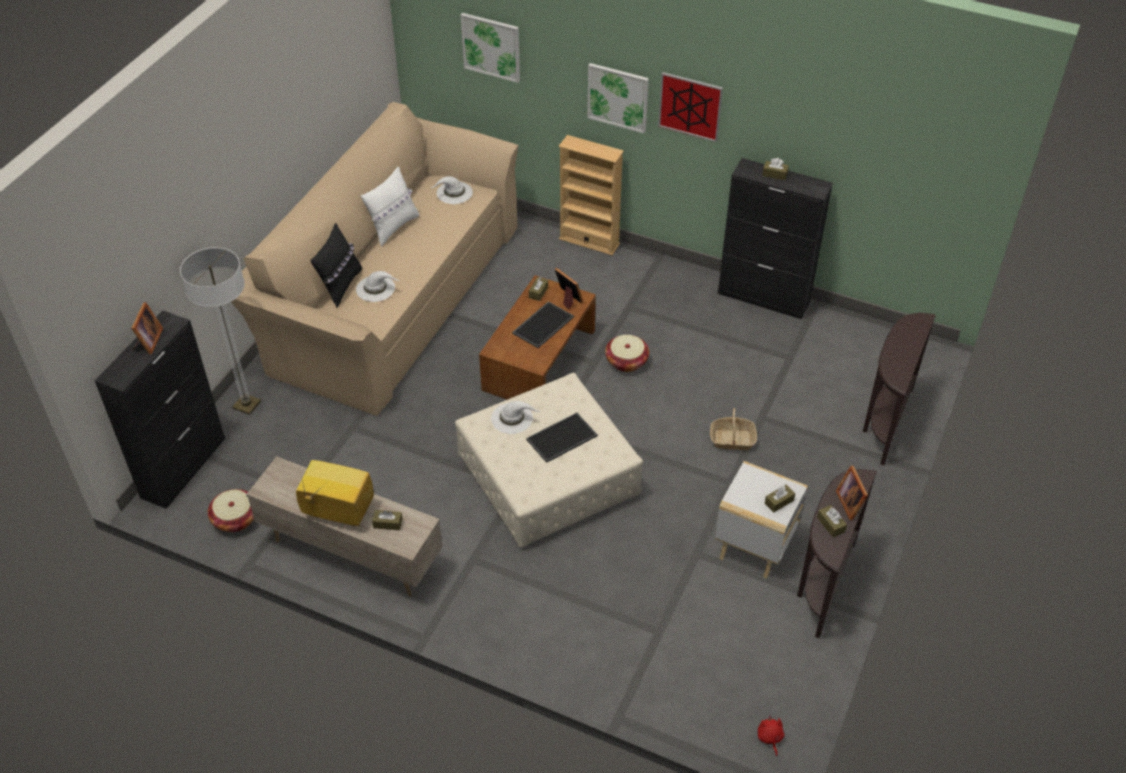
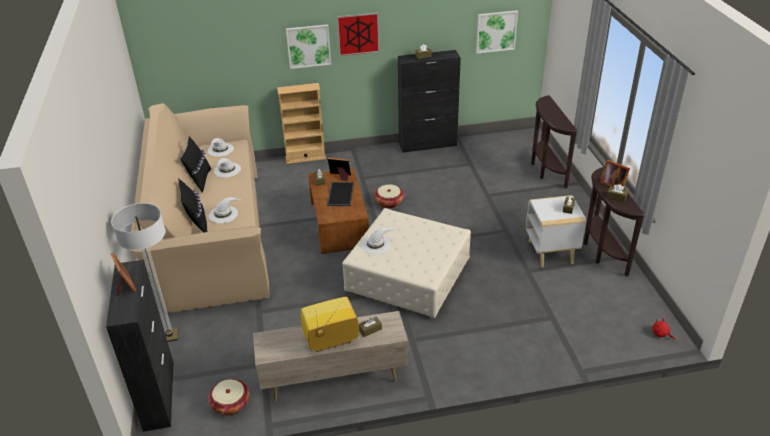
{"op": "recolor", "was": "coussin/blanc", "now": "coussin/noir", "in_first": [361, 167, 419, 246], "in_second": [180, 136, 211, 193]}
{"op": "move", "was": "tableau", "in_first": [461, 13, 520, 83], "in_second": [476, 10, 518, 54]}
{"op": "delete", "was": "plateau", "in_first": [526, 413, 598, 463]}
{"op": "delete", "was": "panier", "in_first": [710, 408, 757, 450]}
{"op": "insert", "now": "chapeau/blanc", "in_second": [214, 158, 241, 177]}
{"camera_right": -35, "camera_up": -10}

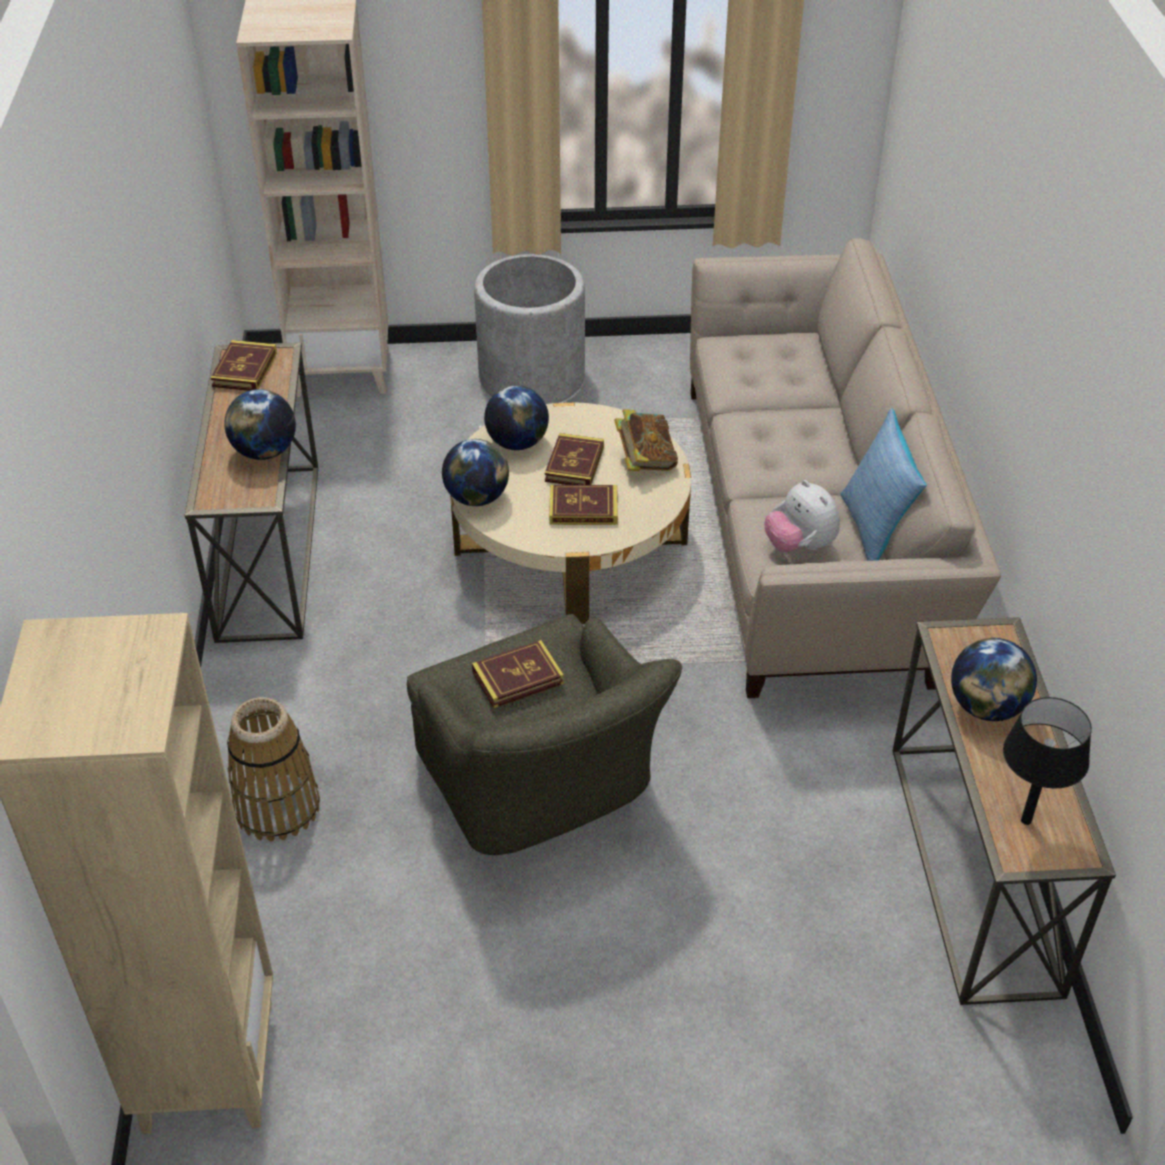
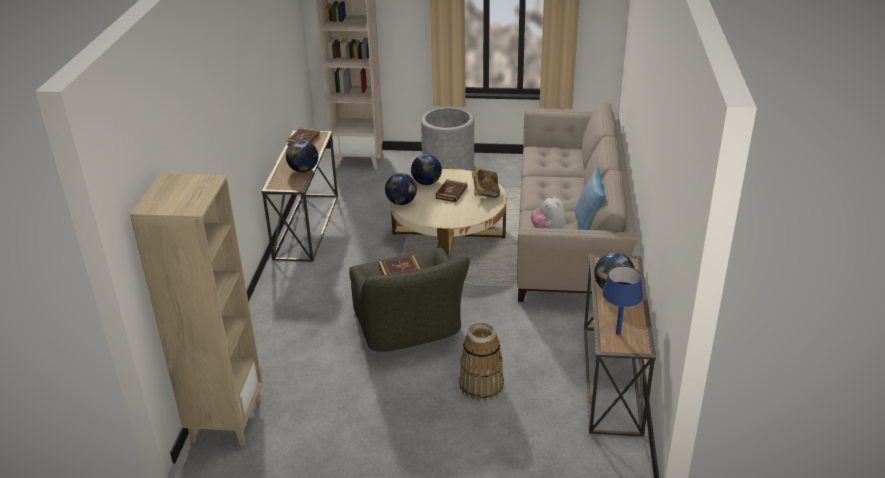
{"op": "move", "was": "panier", "in_first": [227, 697, 320, 841], "in_second": [459, 323, 504, 401]}
{"op": "delete", "was": "livre", "in_first": [549, 485, 618, 525]}
{"op": "recolor", "was": "lampe de table/noir", "now": "lampe de table/bleu", "in_first": [1003, 697, 1092, 825], "in_second": [602, 266, 643, 335]}
{"camera_right": 10, "camera_up": -10}

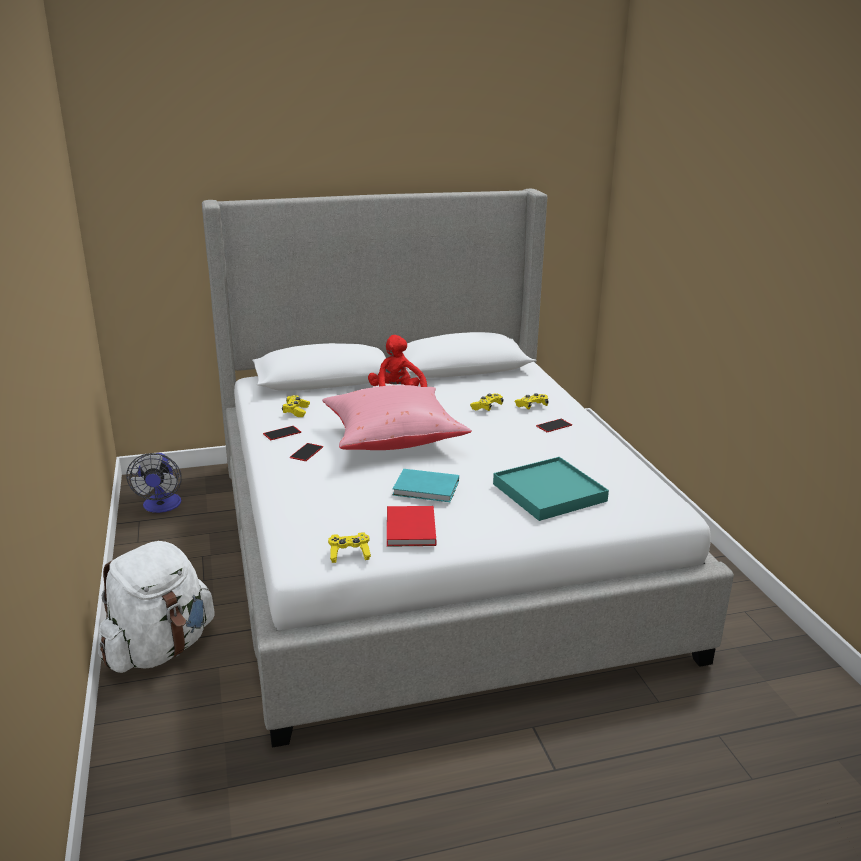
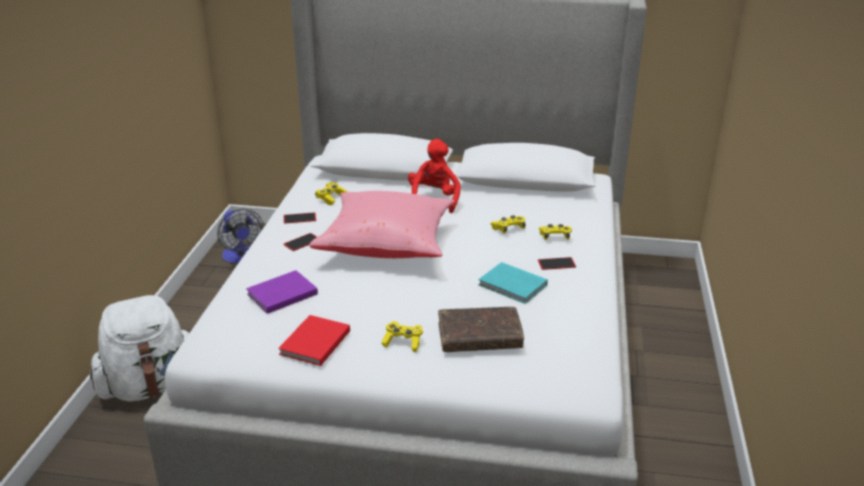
{"op": "rotate", "was": "ventilateur", "in_first": [126, 453, 182, 513], "in_second": [217, 209, 264, 263], "clockwise": -45}
{"op": "move", "was": "manette/jaune", "in_first": [328, 532, 371, 563], "in_second": [381, 321, 423, 352]}
{"op": "move", "was": "livre/turquoise", "in_first": [393, 469, 459, 502], "in_second": [478, 262, 548, 304]}
{"op": "replace", "was": "plateau/turquoise", "now": "livre/marron", "in_first": [493, 457, 609, 521], "in_second": [438, 307, 524, 352]}
{"op": "insert", "now": "livre/violet", "in_second": [246, 270, 318, 314]}
{"camera_right": 25, "camera_up": 5}

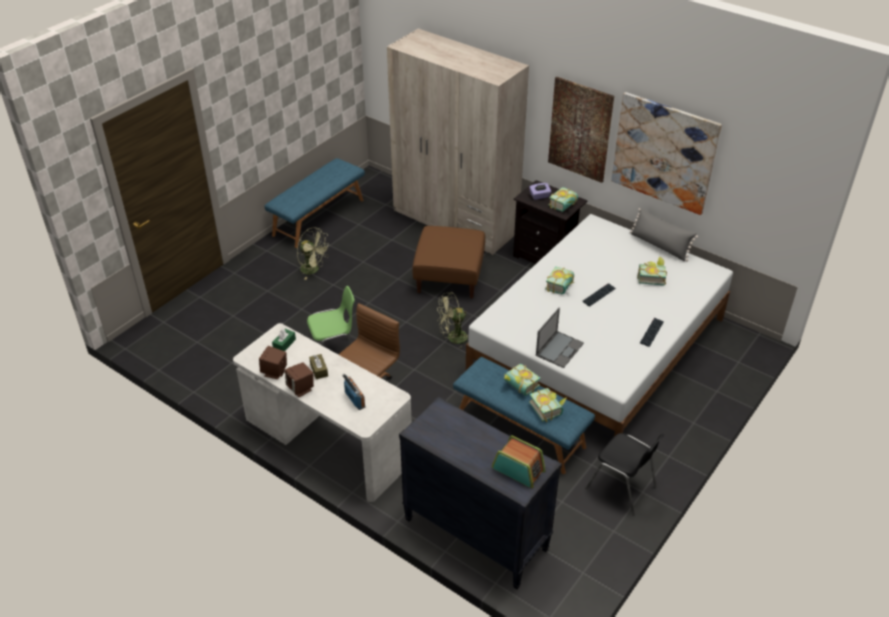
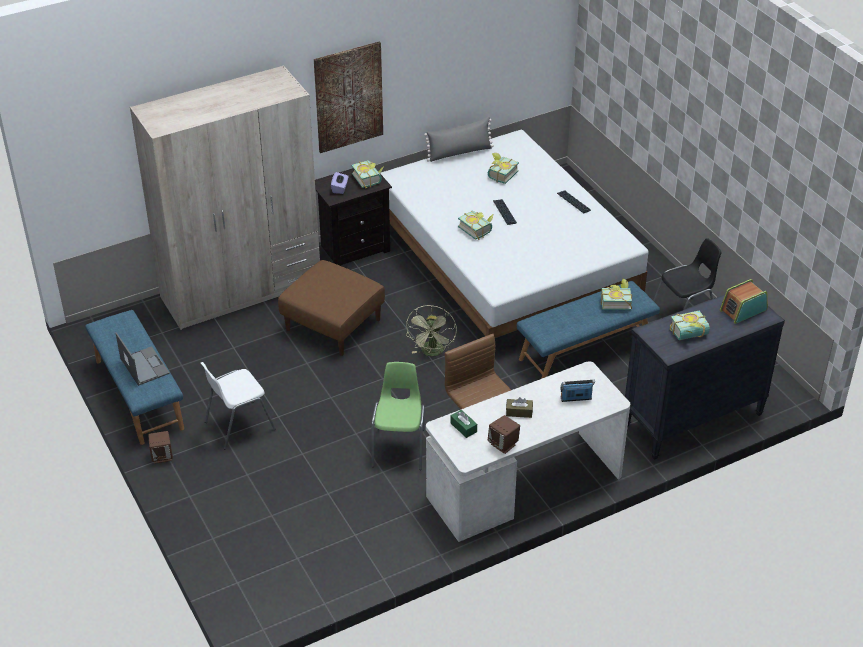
{"op": "move", "was": "enceinte/marron", "in_first": [285, 362, 314, 397], "in_second": [148, 431, 173, 464]}
{"op": "replace", "was": "ventilateur/vert", "now": "chaise/blanc", "in_first": [297, 227, 330, 280], "in_second": [201, 362, 276, 450]}
{"op": "move", "was": "livre", "in_first": [504, 363, 541, 396], "in_second": [670, 310, 710, 340]}
{"op": "move", "was": "ordinateur portable", "in_first": [536, 308, 584, 368], "in_second": [116, 332, 170, 386]}
{"op": "delete", "was": "tableau", "in_first": [611, 92, 722, 215]}
{"camera_right": -65, "camera_up": 0}

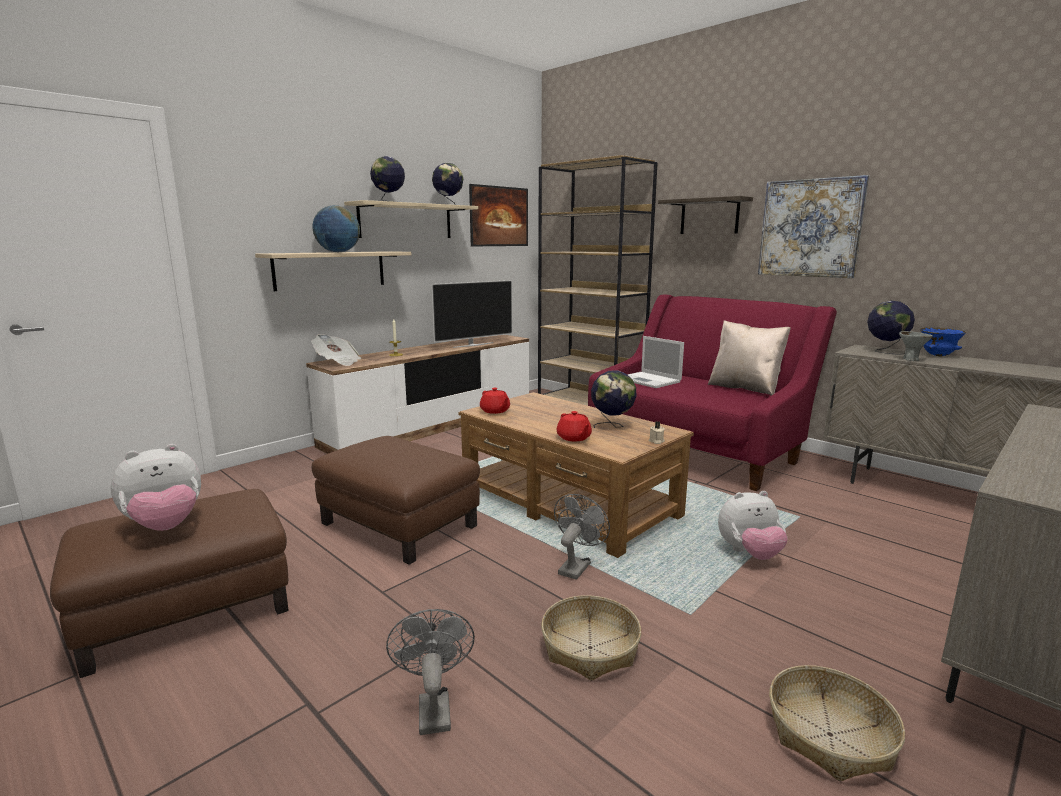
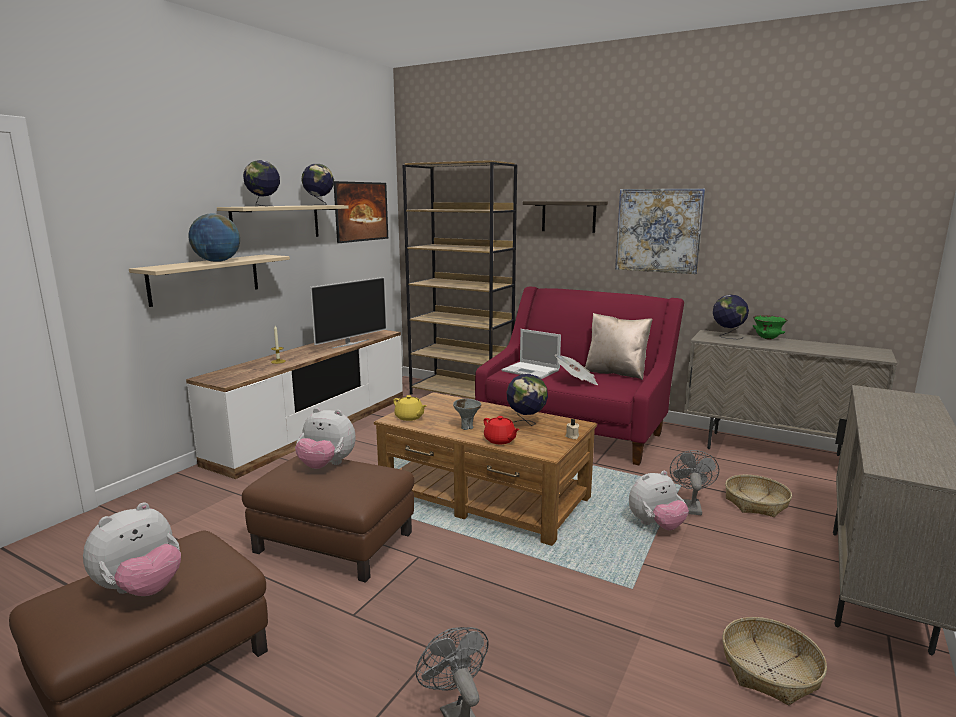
{"op": "move", "was": "journal", "in_first": [311, 334, 361, 366], "in_second": [555, 354, 598, 385]}
{"op": "recolor", "was": "théière/rouge", "now": "théière/jaune", "in_first": [480, 388, 510, 414], "in_second": [393, 395, 427, 421]}
{"op": "move", "was": "panier", "in_first": [541, 595, 641, 681], "in_second": [725, 475, 792, 517]}
{"op": "move", "was": "ventilateur/gris", "in_first": [554, 494, 610, 580], "in_second": [670, 450, 719, 515]}
{"op": "move", "was": "bol/gris", "in_first": [899, 331, 933, 361], "in_second": [453, 399, 481, 430]}
{"op": "recolor", "was": "bol/bleu", "now": "bol/vert", "in_first": [920, 327, 966, 356], "in_second": [753, 315, 787, 340]}
{"op": "insert", "now": "peluche", "in_second": [295, 408, 356, 469]}
{"camera_right": -15, "camera_up": 0}

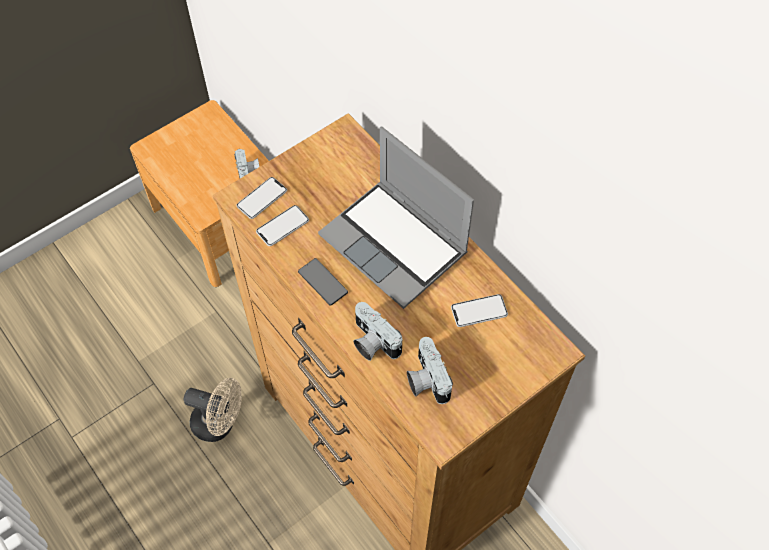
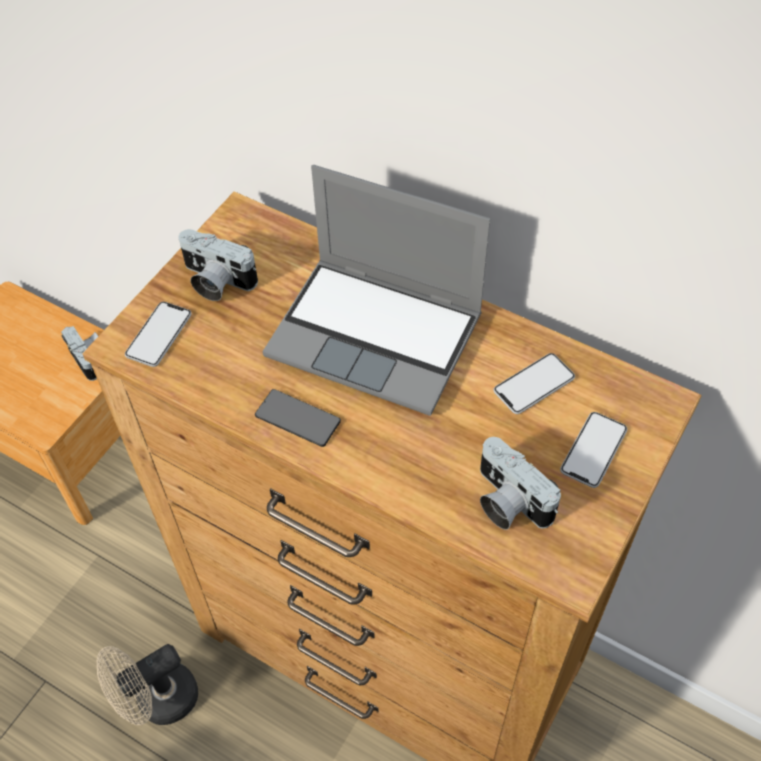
{"op": "rotate", "was": "ventilateur/beige", "in_first": [184, 378, 242, 442], "in_second": [97, 644, 198, 725], "clockwise": 150}
{"op": "move", "was": "téléphone", "in_first": [256, 205, 309, 246], "in_second": [560, 412, 627, 488]}
{"op": "move", "was": "appareil photo", "in_first": [354, 302, 402, 361], "in_second": [178, 229, 258, 301]}
{"camera_right": -20, "camera_up": -5}

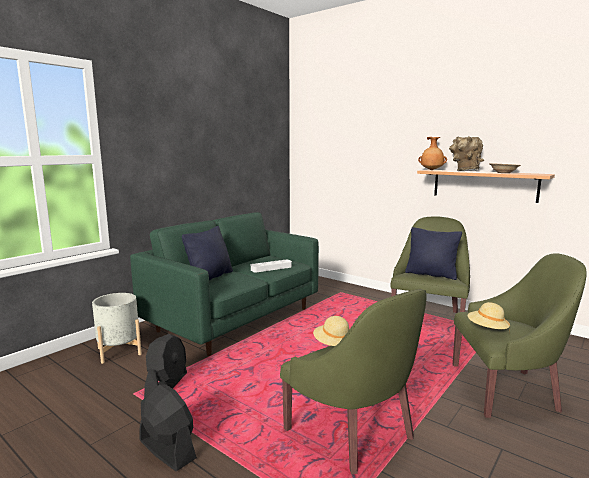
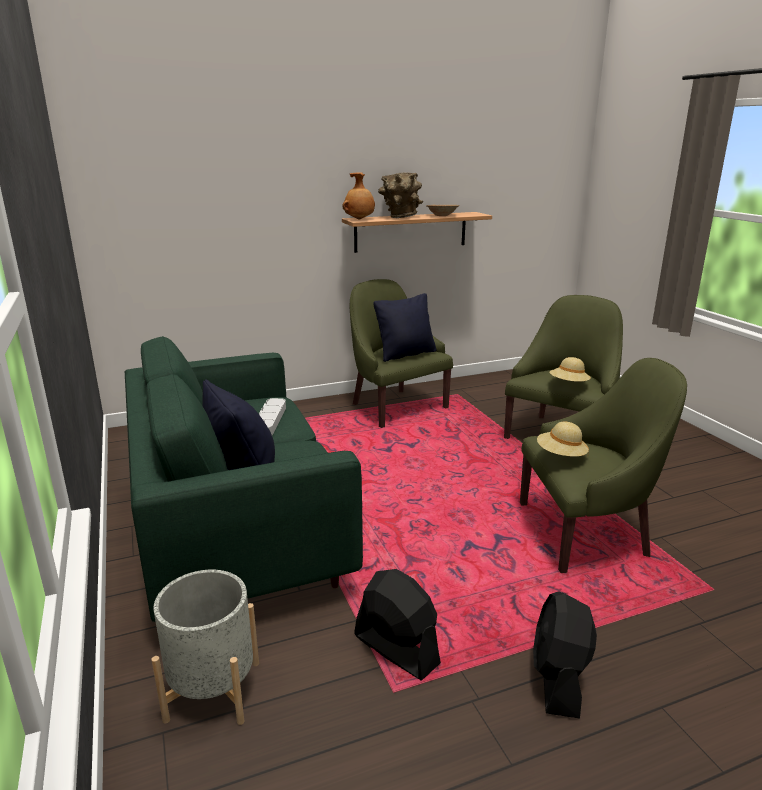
{"op": "rotate", "was": "ventilateur/noir", "in_first": [139, 384, 197, 471], "in_second": [533, 591, 597, 719], "clockwise": -60}
{"camera_right": -60, "camera_up": 10}

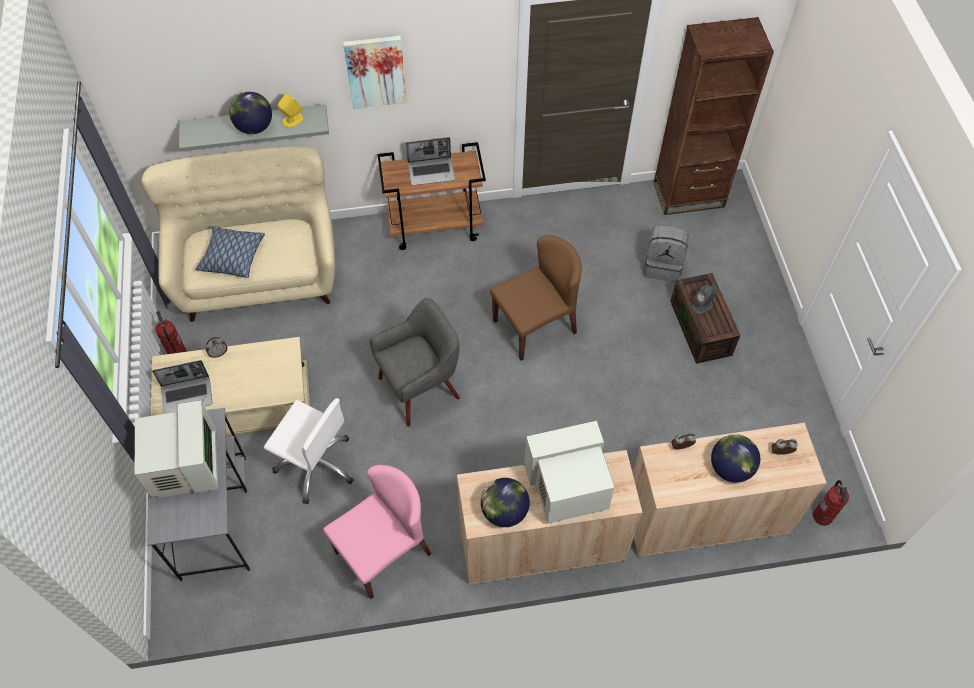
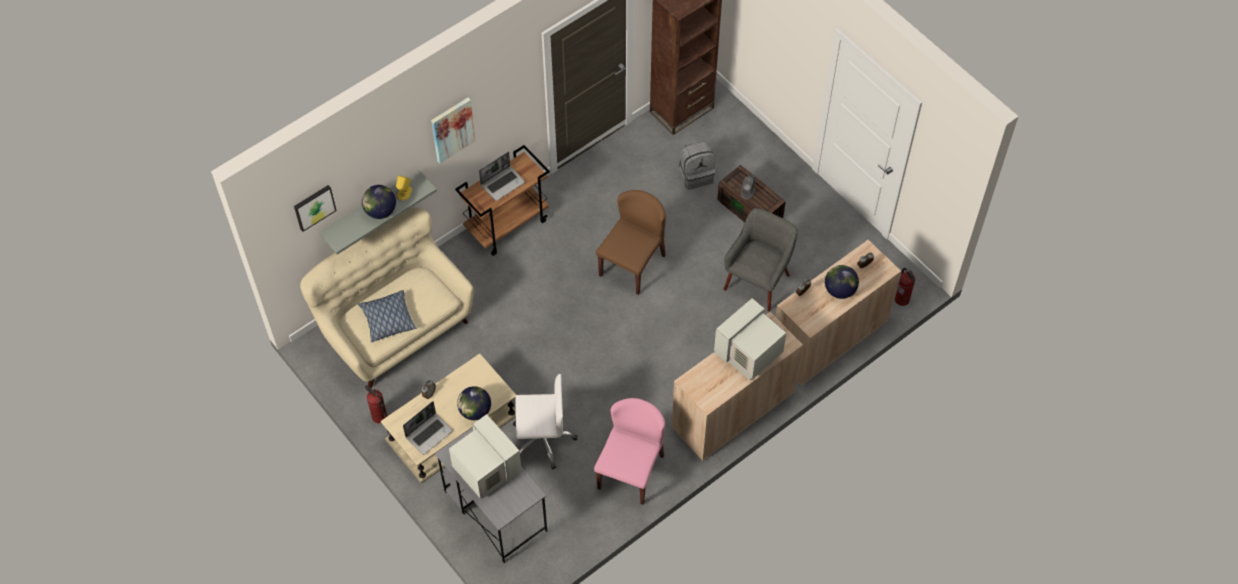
{"op": "move", "was": "fauteuil/gris", "in_first": [370, 298, 460, 427], "in_second": [724, 208, 798, 312]}
{"op": "move", "was": "globe", "in_first": [481, 478, 530, 527], "in_second": [457, 386, 491, 420]}
{"op": "insert", "now": "tableau", "in_second": [294, 185, 337, 232]}
{"camera_right": -30, "camera_up": 0}

